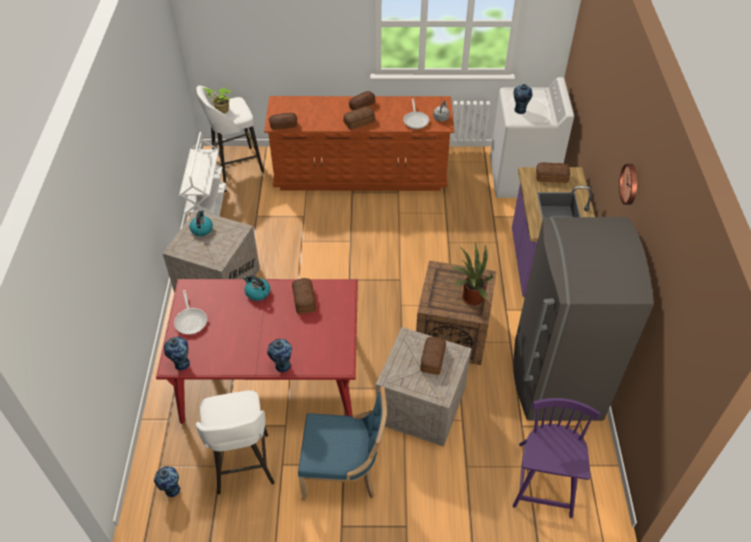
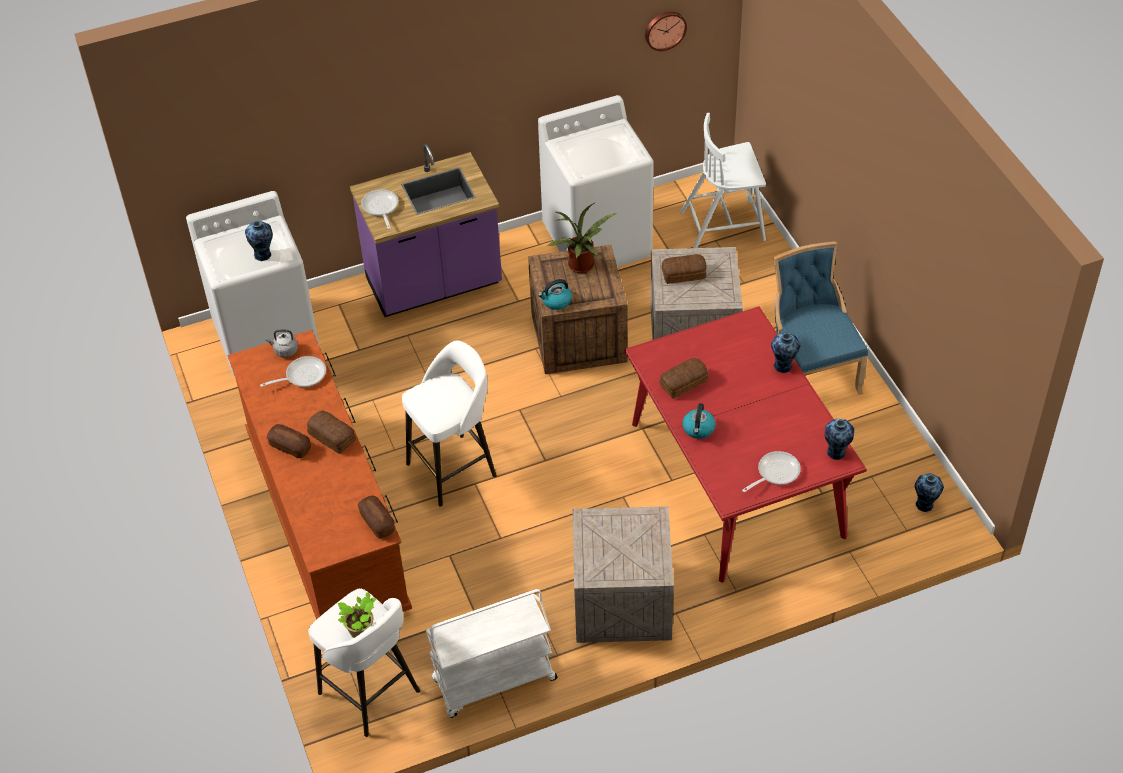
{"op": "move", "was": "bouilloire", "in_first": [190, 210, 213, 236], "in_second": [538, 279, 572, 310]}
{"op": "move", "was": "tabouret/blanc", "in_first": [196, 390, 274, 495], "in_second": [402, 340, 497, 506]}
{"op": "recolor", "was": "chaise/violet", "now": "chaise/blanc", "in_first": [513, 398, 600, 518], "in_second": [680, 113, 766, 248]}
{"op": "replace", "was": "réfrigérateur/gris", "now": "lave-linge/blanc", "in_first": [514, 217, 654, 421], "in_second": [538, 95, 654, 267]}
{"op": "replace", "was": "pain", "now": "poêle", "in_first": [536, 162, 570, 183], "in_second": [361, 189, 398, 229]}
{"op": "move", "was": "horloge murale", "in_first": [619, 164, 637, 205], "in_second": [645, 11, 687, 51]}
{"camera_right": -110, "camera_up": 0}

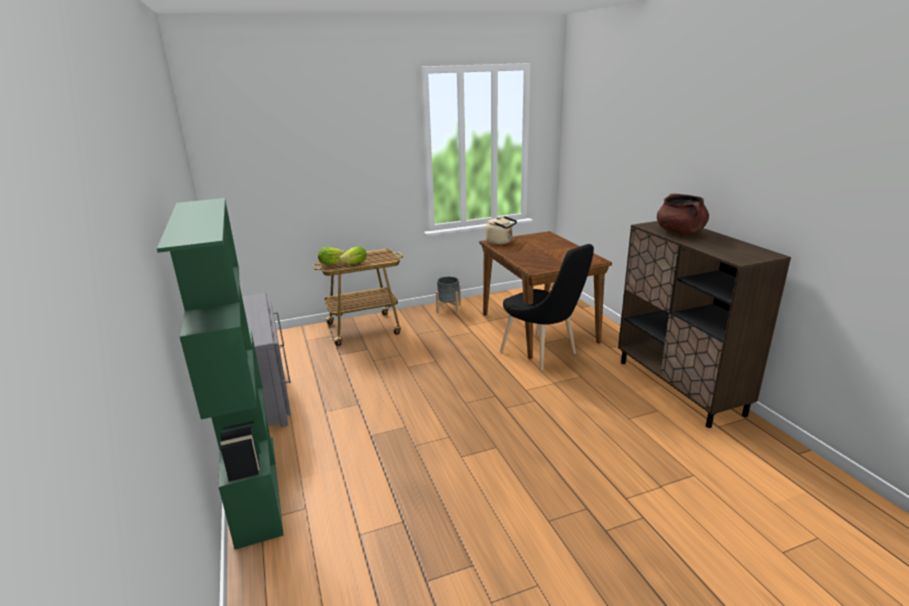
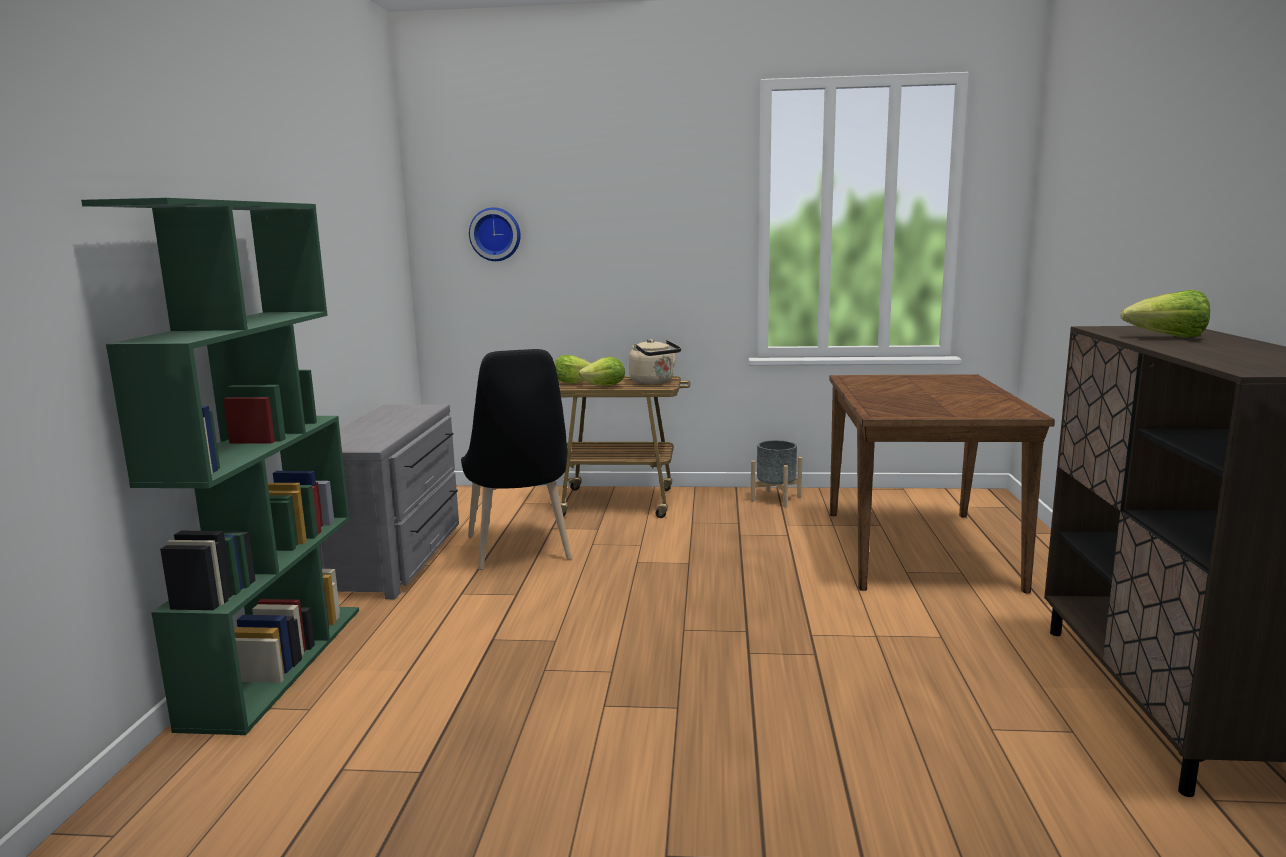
{"op": "move", "was": "bouilloire/beige", "in_first": [486, 216, 517, 245], "in_second": [629, 339, 681, 384]}
{"op": "move", "was": "chaise/noir", "in_first": [500, 244, 594, 371], "in_second": [461, 349, 572, 570]}
{"op": "replace", "was": "marmite/marron", "now": "laitue", "in_first": [657, 194, 709, 235], "in_second": [1121, 290, 1210, 338]}
{"op": "insert", "now": "horloge murale", "in_second": [469, 207, 521, 261]}
{"camera_right": 25, "camera_up": -10}

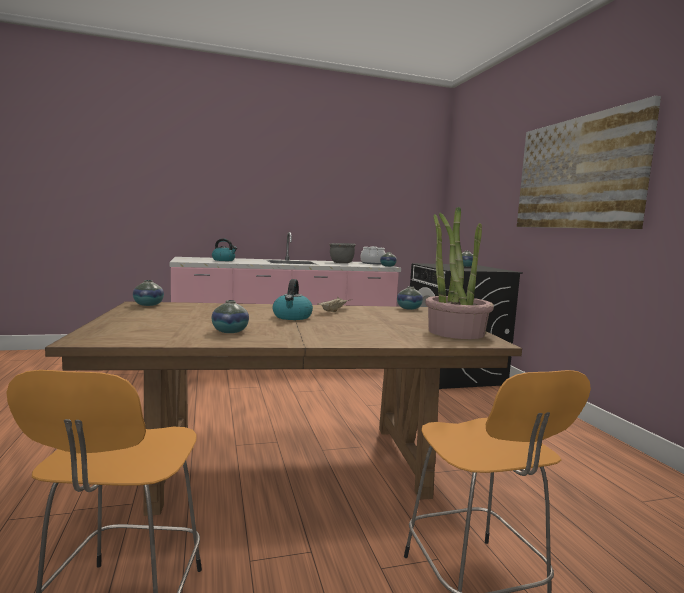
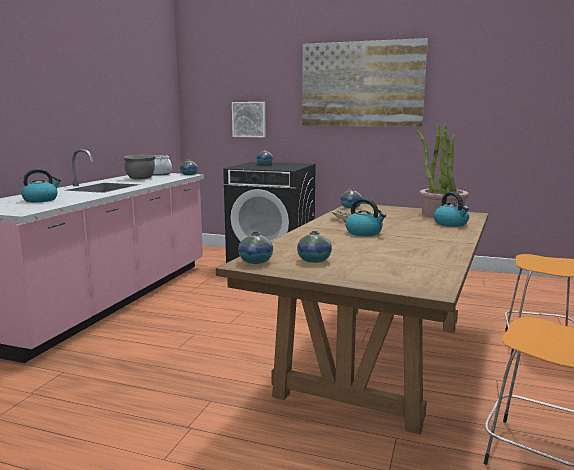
{"op": "move", "was": "vase", "in_first": [212, 300, 249, 333], "in_second": [297, 231, 332, 263]}
{"op": "insert", "now": "tableau", "in_second": [232, 102, 266, 137]}
{"op": "insert", "now": "bouilloire", "in_second": [434, 192, 469, 227]}
{"camera_right": -55, "camera_up": 5}

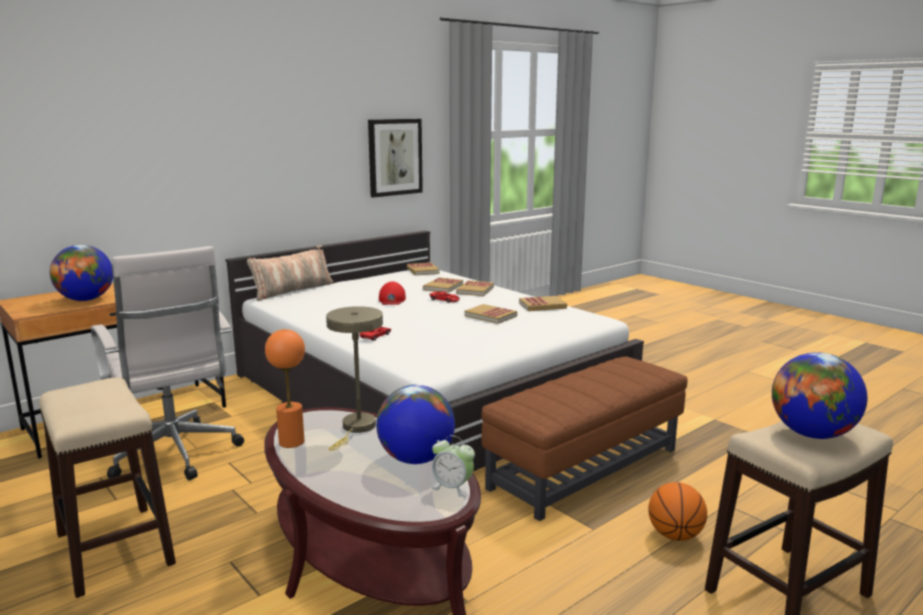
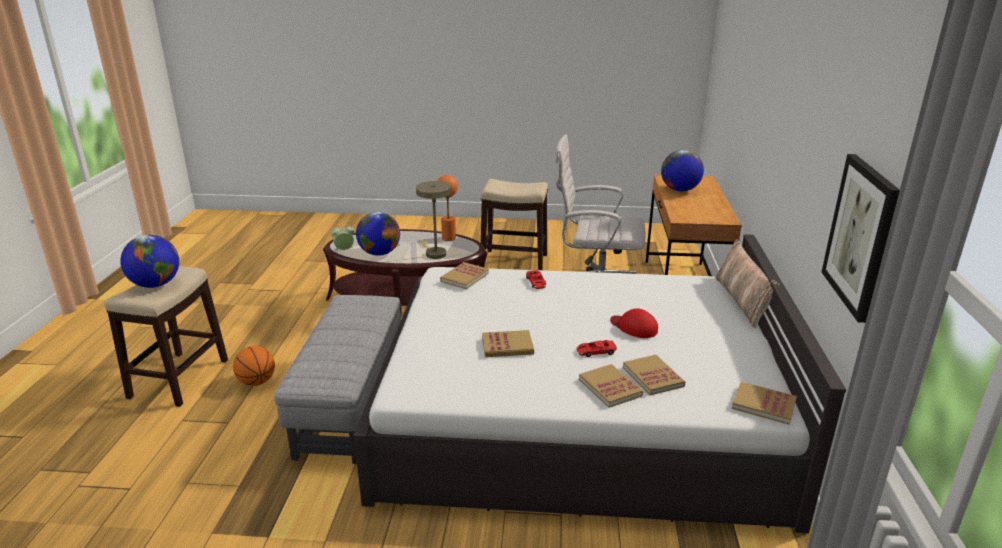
{"op": "recolor", "was": "pouf/marron", "now": "pouf/gris", "in_first": [482, 357, 688, 521], "in_second": [274, 295, 401, 464]}
{"op": "move", "was": "livre", "in_first": [519, 296, 567, 311], "in_second": [440, 262, 489, 289]}
{"camera_right": 135, "camera_up": 10}

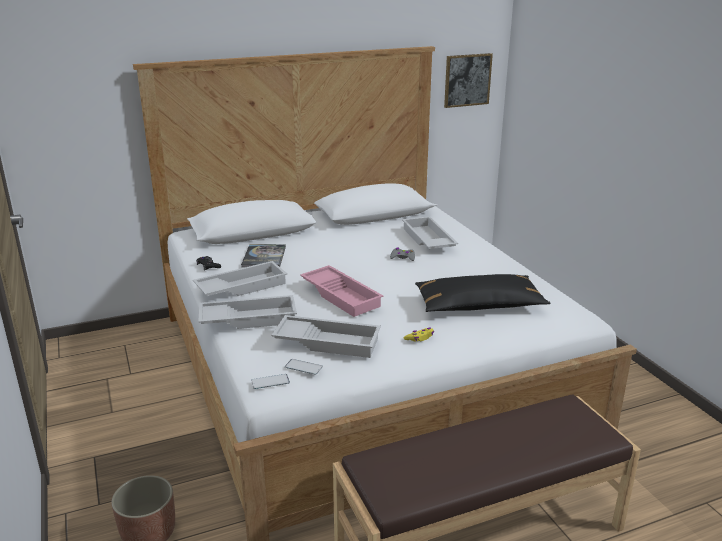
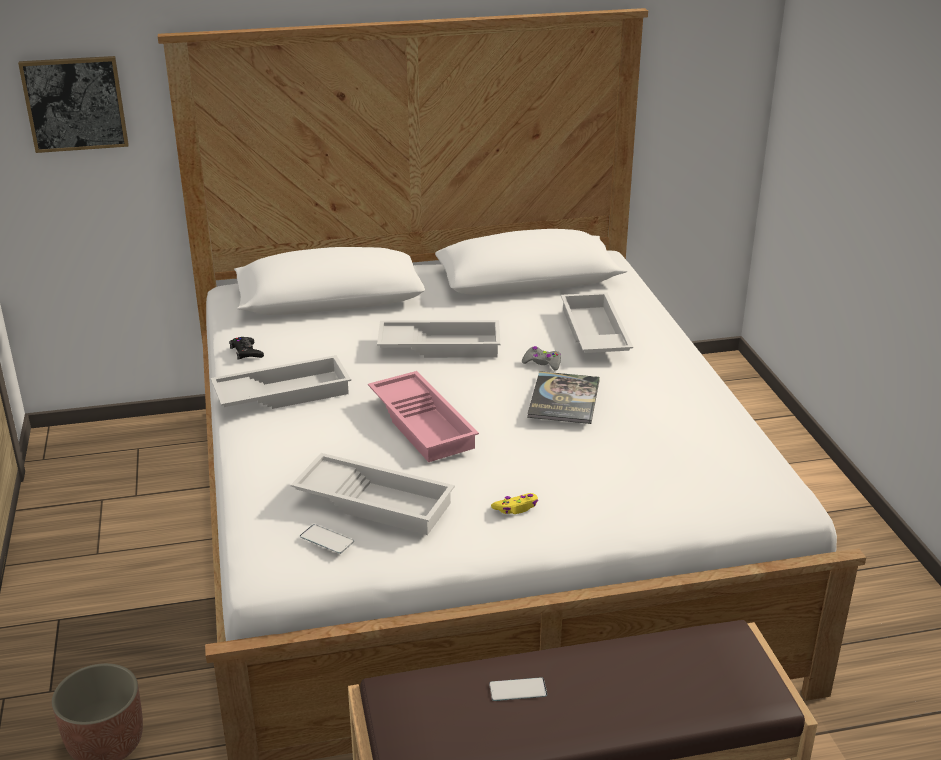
{"op": "move", "was": "plateau/blanc", "in_first": [198, 295, 297, 329], "in_second": [377, 320, 500, 358]}
{"op": "move", "was": "livre", "in_first": [241, 244, 286, 267], "in_second": [527, 371, 600, 424]}
{"op": "move", "was": "téléphone", "in_first": [251, 374, 290, 389], "in_second": [489, 677, 547, 701]}
{"op": "delete", "was": "coussin/noir", "in_first": [415, 274, 550, 312]}
{"op": "move", "was": "tableau", "in_first": [444, 53, 493, 108], "in_second": [18, 56, 129, 153]}
{"camera_right": 10, "camera_up": 5}

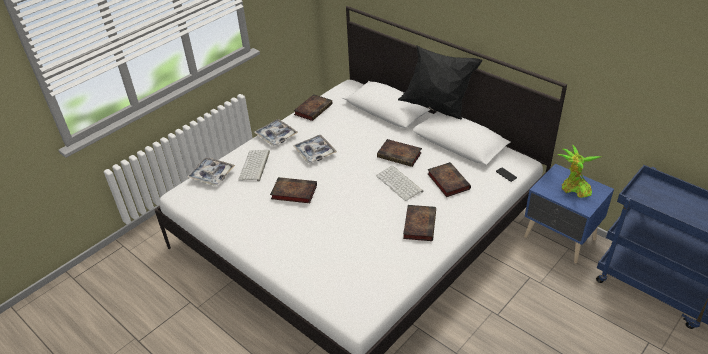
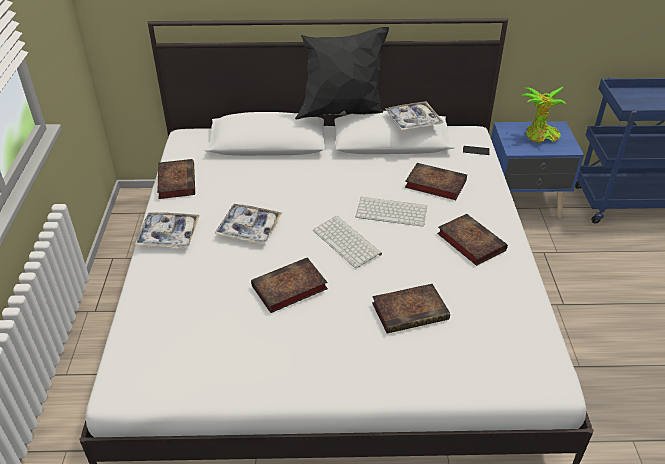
{"op": "move", "was": "plateau", "in_first": [187, 157, 235, 186], "in_second": [385, 101, 443, 130]}
{"op": "move", "was": "clavier", "in_first": [238, 150, 270, 181], "in_second": [313, 216, 382, 268]}
{"op": "move", "was": "livre", "in_first": [377, 139, 422, 167], "in_second": [372, 284, 450, 334]}
{"camera_right": -45, "camera_up": 0}

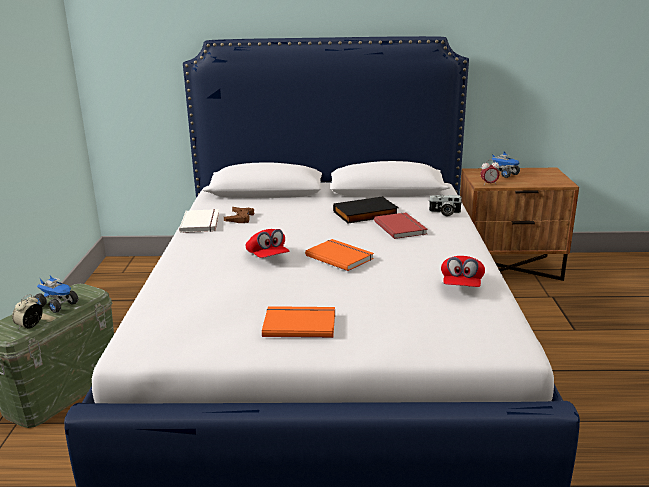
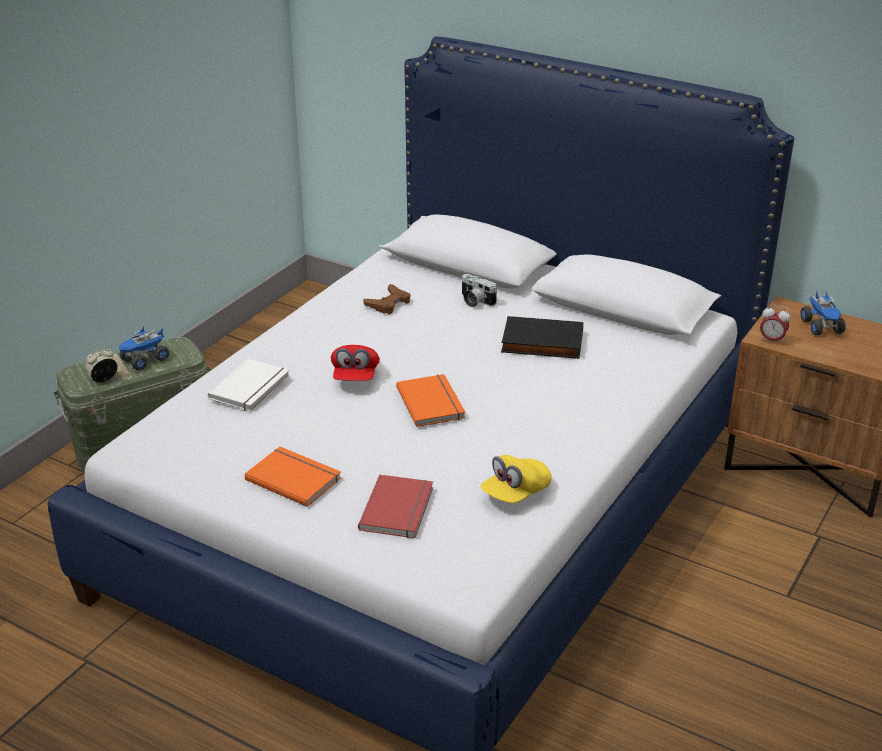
{"op": "rotate", "was": "camion jouet", "in_first": [34, 275, 78, 313], "in_second": [119, 327, 170, 370], "clockwise": 75}
{"op": "move", "was": "livre/blanc", "in_first": [179, 209, 219, 233], "in_second": [208, 359, 289, 411]}
{"op": "move", "was": "livre/rouge", "in_first": [374, 212, 428, 239], "in_second": [358, 475, 433, 538]}
{"op": "move", "was": "appareil photo", "in_first": [428, 195, 463, 216], "in_second": [462, 274, 497, 307]}
{"op": "recolor", "was": "casquette/rouge", "now": "casquette/jaune", "in_first": [441, 256, 485, 287], "in_second": [481, 455, 552, 503]}
{"camera_right": 30, "camera_up": 10}

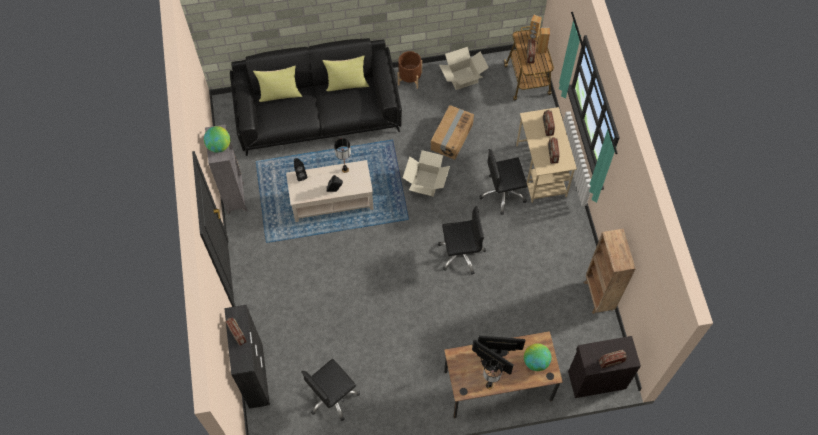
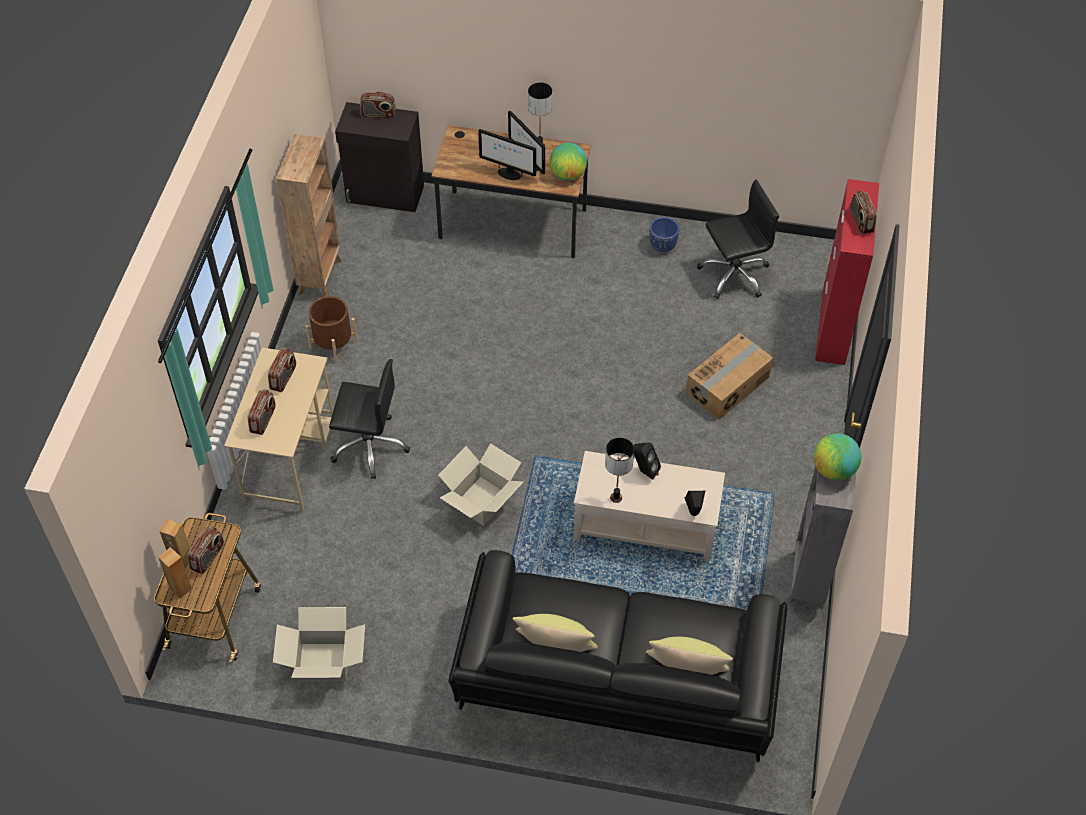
{"op": "recolor", "was": "meuble de rangement/noir", "now": "meuble de rangement/rouge", "in_first": [224, 305, 270, 409], "in_second": [815, 179, 879, 365]}
{"op": "move", "was": "cache-pot/marron", "in_first": [398, 51, 422, 89], "in_second": [305, 296, 358, 364]}
{"op": "move", "was": "carton", "in_first": [431, 105, 474, 160], "in_second": [686, 333, 773, 419]}
{"op": "delete", "was": "chaise de bureau/noir", "in_first": [438, 206, 486, 275]}
{"op": "move", "was": "globe", "in_first": [524, 343, 551, 371], "in_second": [549, 143, 587, 181]}
{"op": "insert", "now": "cache-pot/bleu", "in_second": [649, 217, 680, 252]}
{"camera_right": -160, "camera_up": -10}

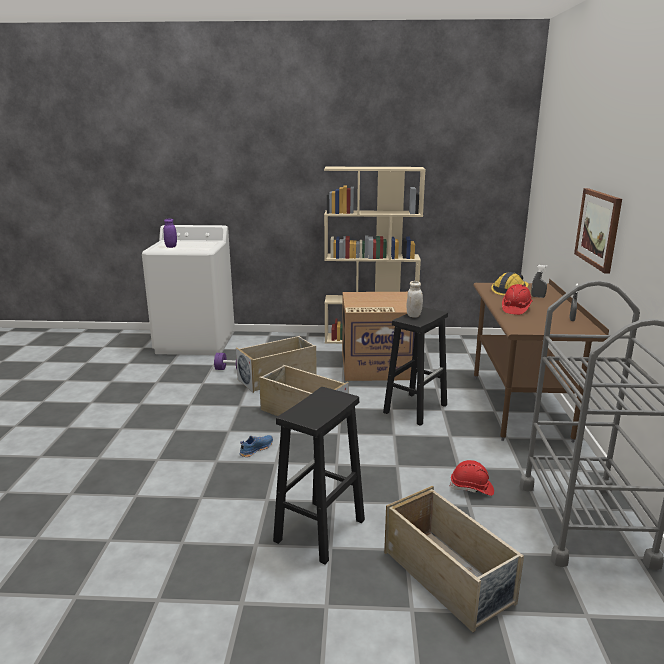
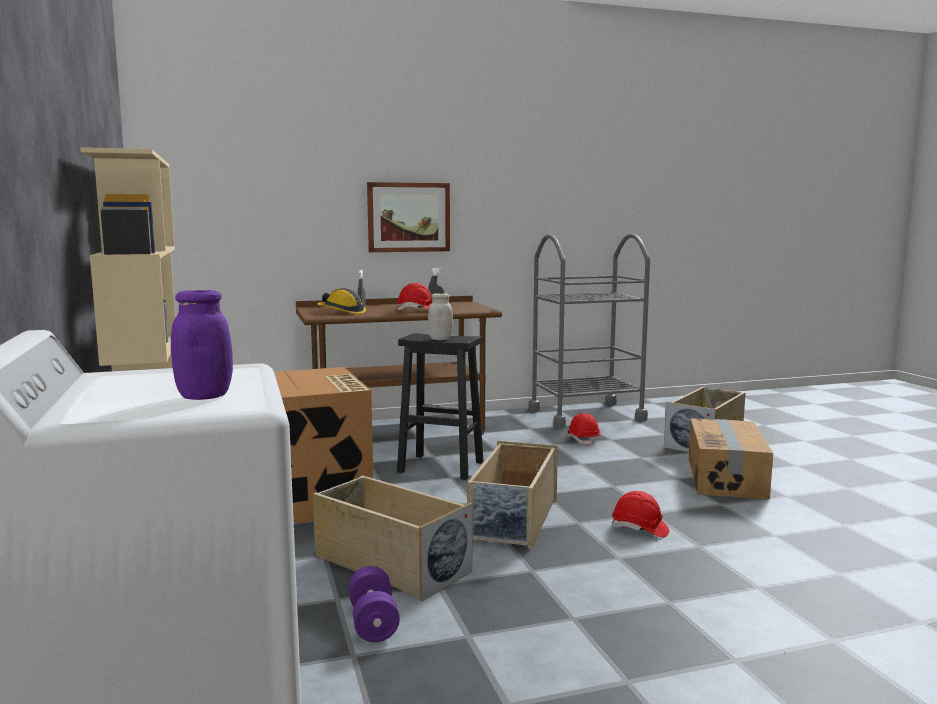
{"op": "replace", "was": "chaussure/bleu", "now": "casque de chantier/rouge", "in_first": [240, 435, 273, 457], "in_second": [612, 491, 669, 538]}
{"op": "replace", "was": "tabouret/noir", "now": "carton", "in_first": [273, 387, 365, 564], "in_second": [689, 418, 773, 500]}
{"camera_right": -110, "camera_up": -10}

